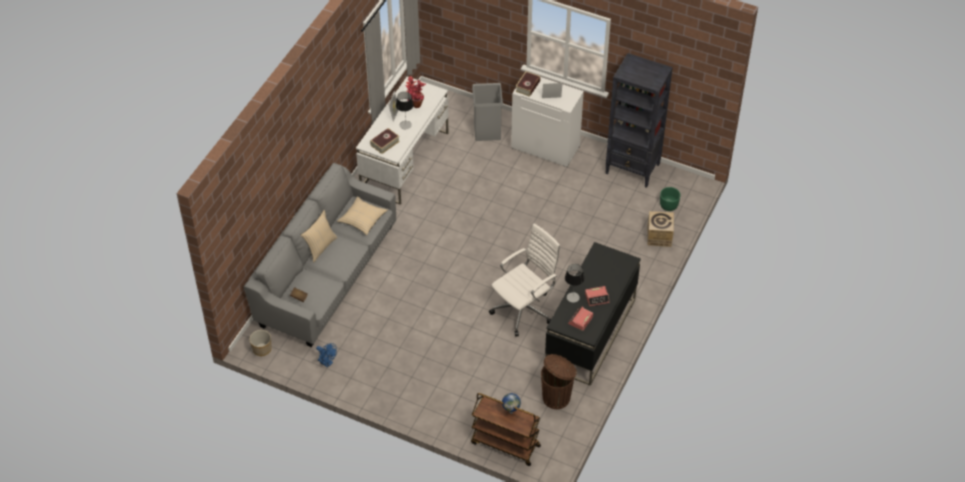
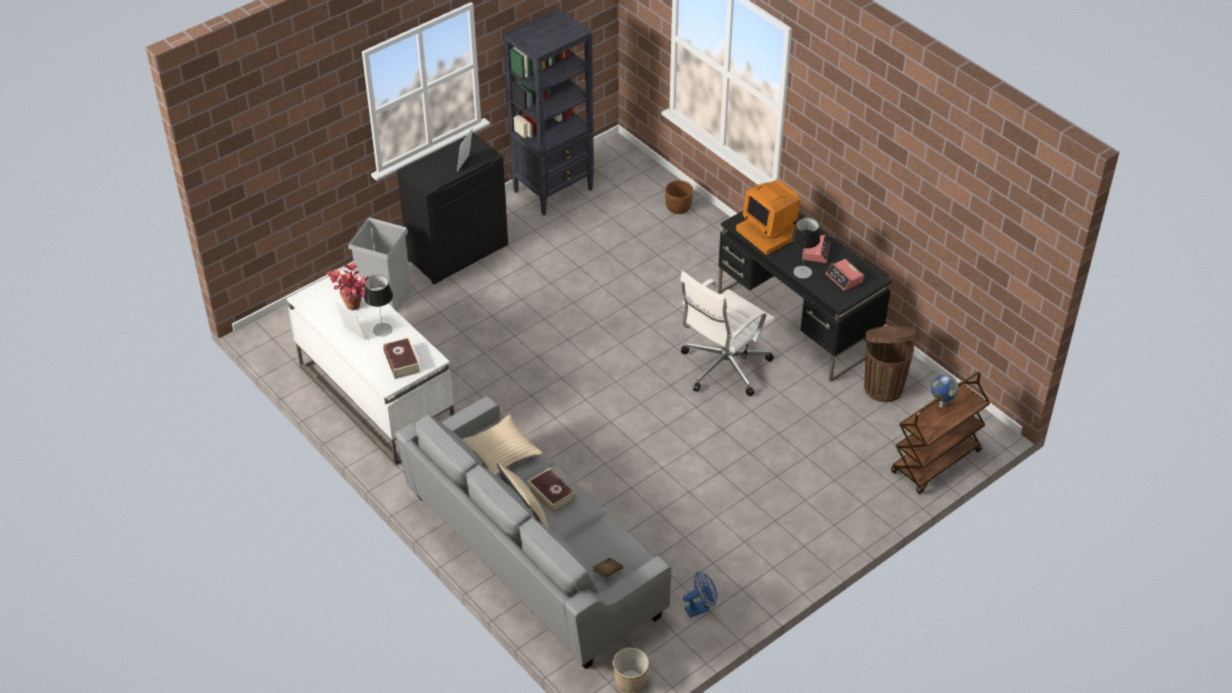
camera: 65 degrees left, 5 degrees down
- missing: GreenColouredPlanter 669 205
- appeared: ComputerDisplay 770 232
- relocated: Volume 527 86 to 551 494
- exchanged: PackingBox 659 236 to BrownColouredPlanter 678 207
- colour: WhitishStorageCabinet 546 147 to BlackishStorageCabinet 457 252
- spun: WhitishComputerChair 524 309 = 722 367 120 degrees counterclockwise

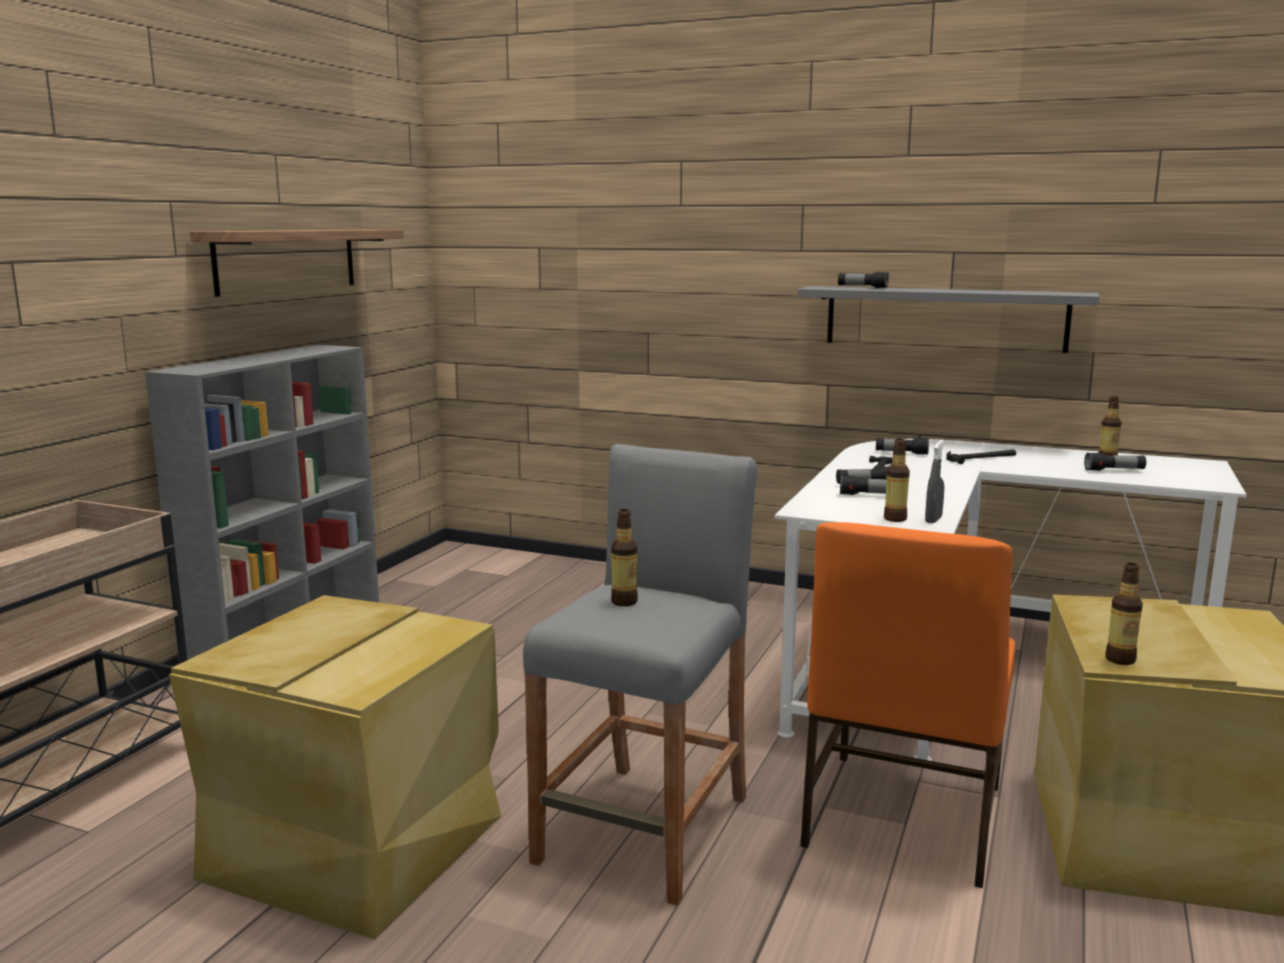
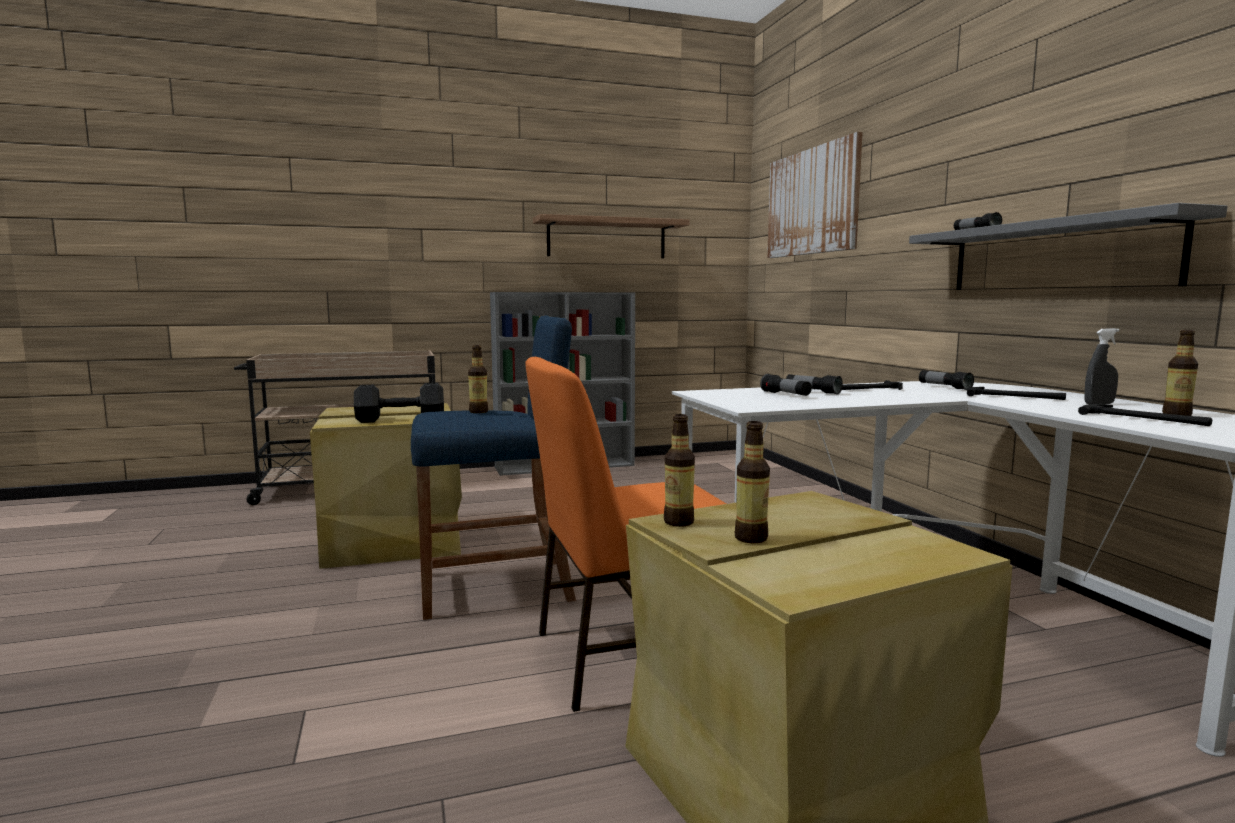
camera: 50 degrees right, 5 degrees down
- appeared: BlackishFreeWeight 402 419
- appeared: WallPicture 812 202
- relocated: Bottle 895 519 to 751 538
- relocated: GreySprayBottle 933 520 to 1099 404
- exchanged: Torch 1114 470 to Hammer 1144 419
- colour: GreyStoolSeat 646 829 to BlueColouredStoolSeat 495 588

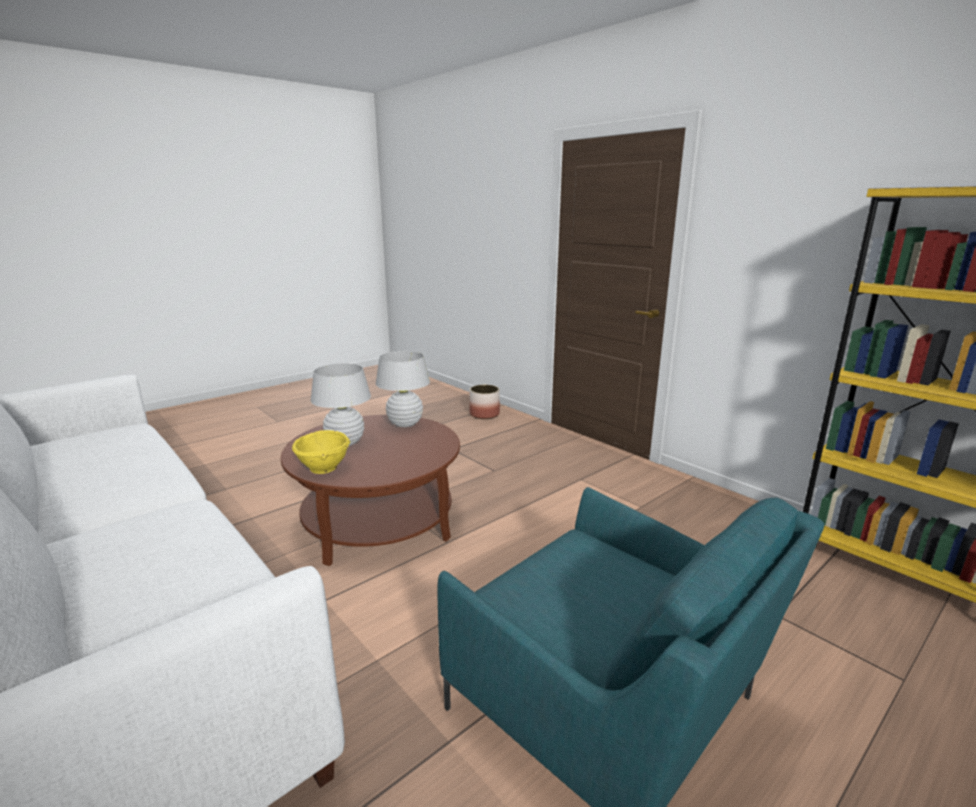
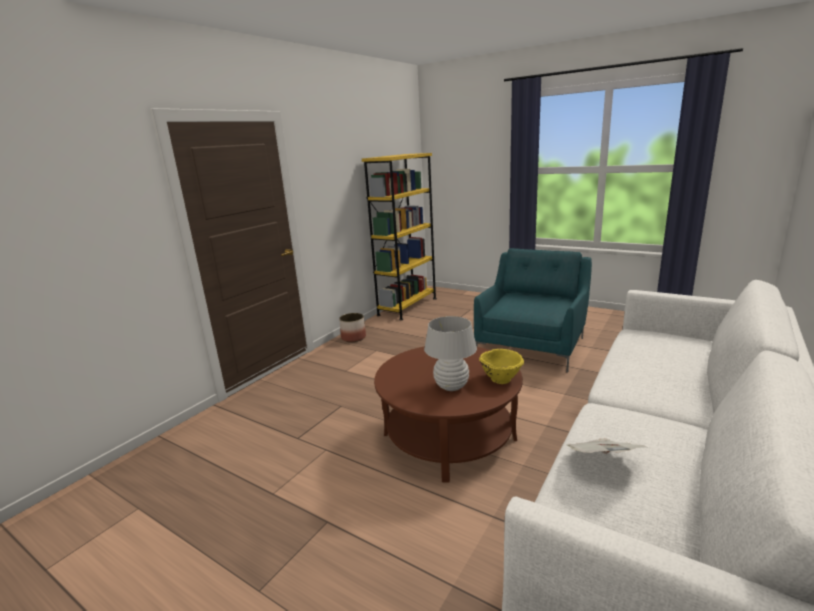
camera: 105 degrees left, 0 degrees up
- missing: WhitishTabletopLamp 405 424
- appeared: PrintedPaper 602 462
- relocated: Planter 484 414 to 354 337

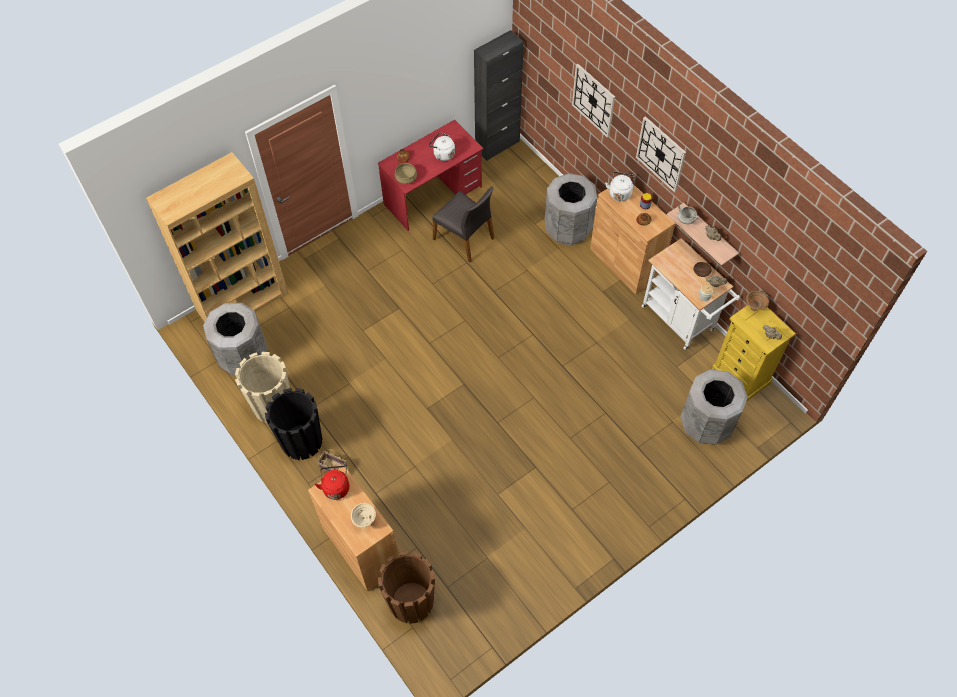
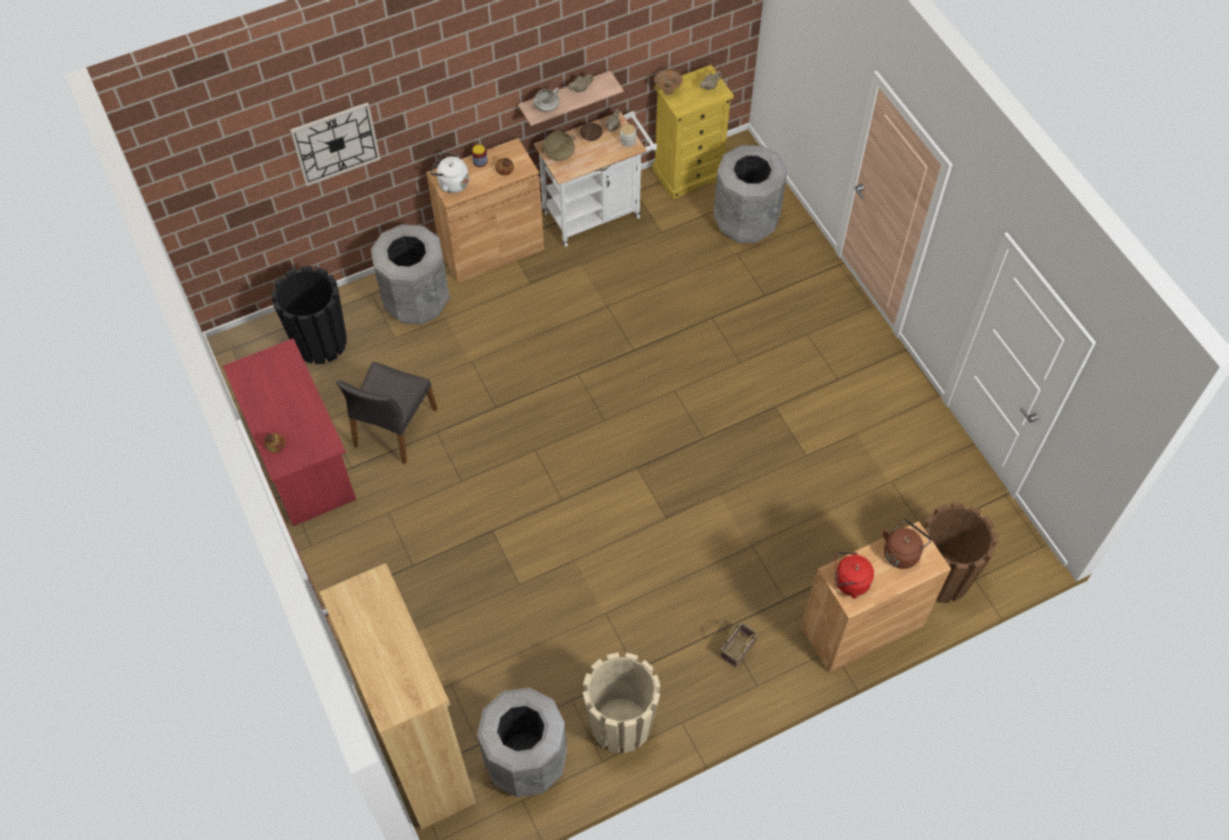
camera: 80 degrees left, 0 degrees up
- missing: WhitishTeaKettle 442 154
- missing: BlackishStorageCabinet 497 145
- missing: WallClock 661 154
- relocated: BlackishPlanter 302 441 to 320 342
- relocated: SandColouredCookingPot 406 178 to 559 153
- exchanged: SandColouredDeepDish 365 521 to BrownColouredTeaKettle 902 552
- spun: GreyChair 464 238 = 393 428 150 degrees clockwise

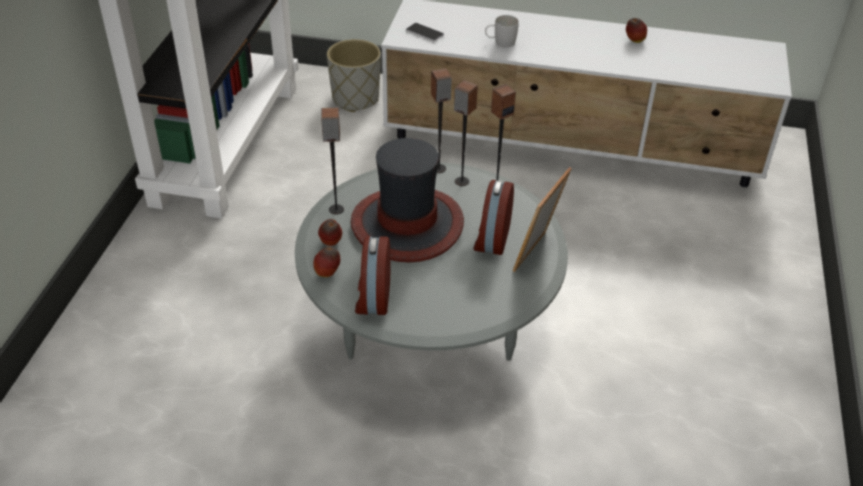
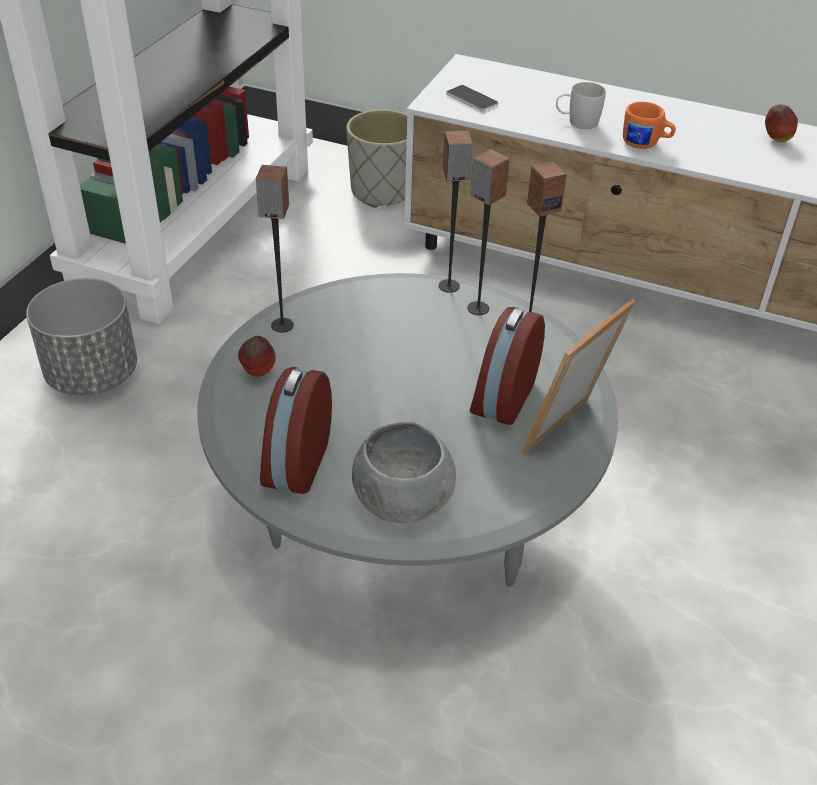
camera: 10 degrees right, 0 degrees up
- missing: Apple 328 273
- missing: WearableHat 407 224
- appeared: GreyPlanter 93 375
- appeared: GreyDeepDish 401 502
- appeared: OrangeColouredTeaMug 645 144

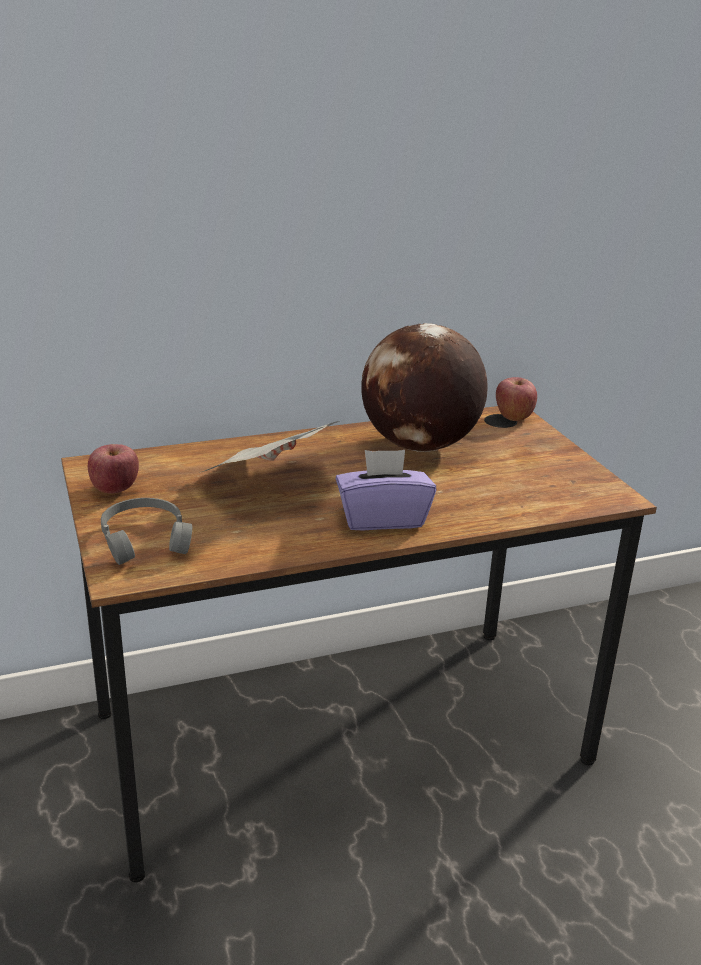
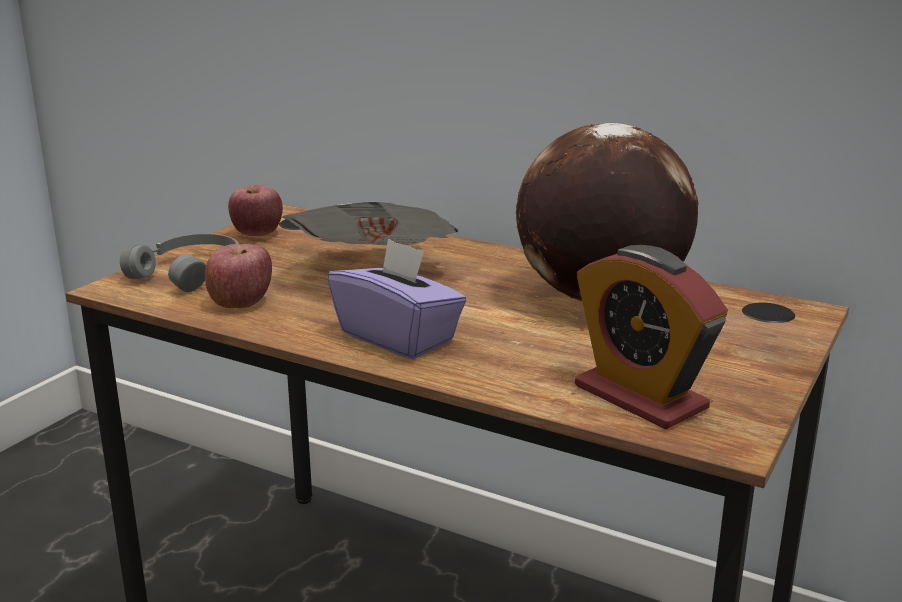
camera: 50 degrees right, 5 degrees down
- appeared: BedsideClock 640 397
- relocated: Apple 514 416 to 240 303

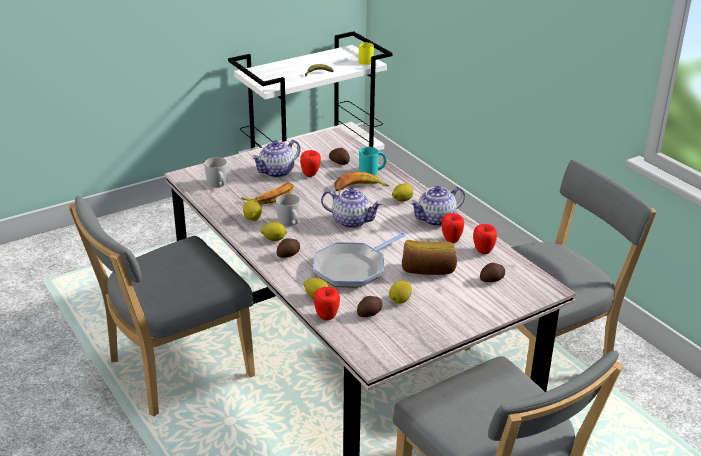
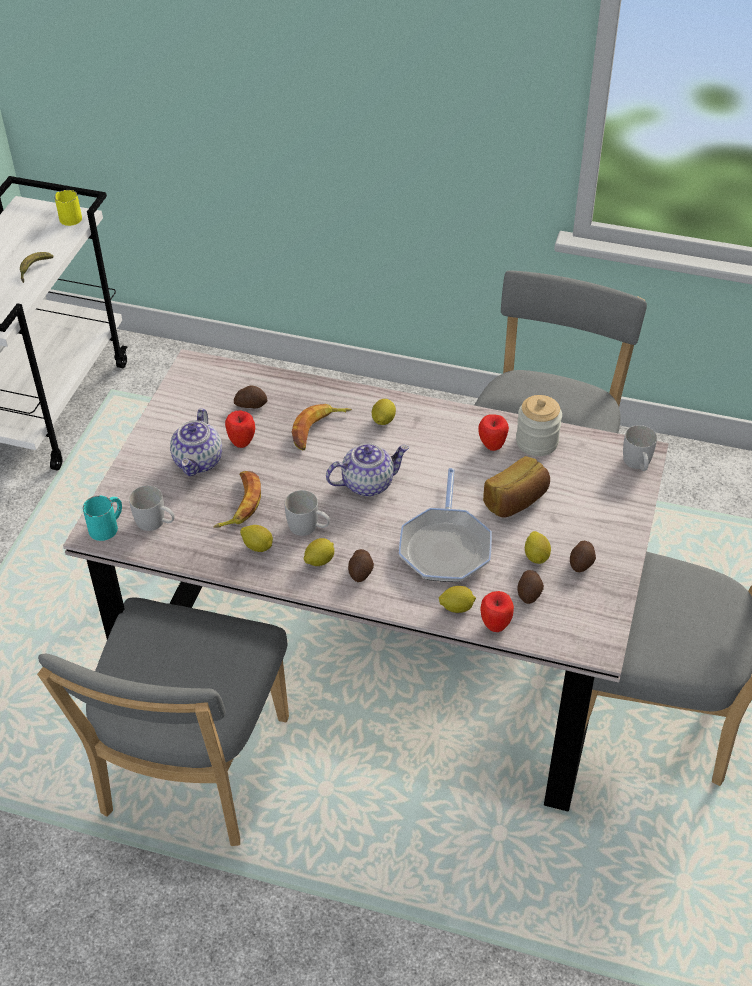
camera: 40 degrees left, 15 degrees up
- missing: Teapot 436 220
- appeared: WhitishTeaMug 638 464
- relocated: TurquoiseTeaMug 372 171 to 108 526
- relocated: WholePotato 492 280 to 582 562
- exchanged: Apple 483 251 to PreserveJar 537 442

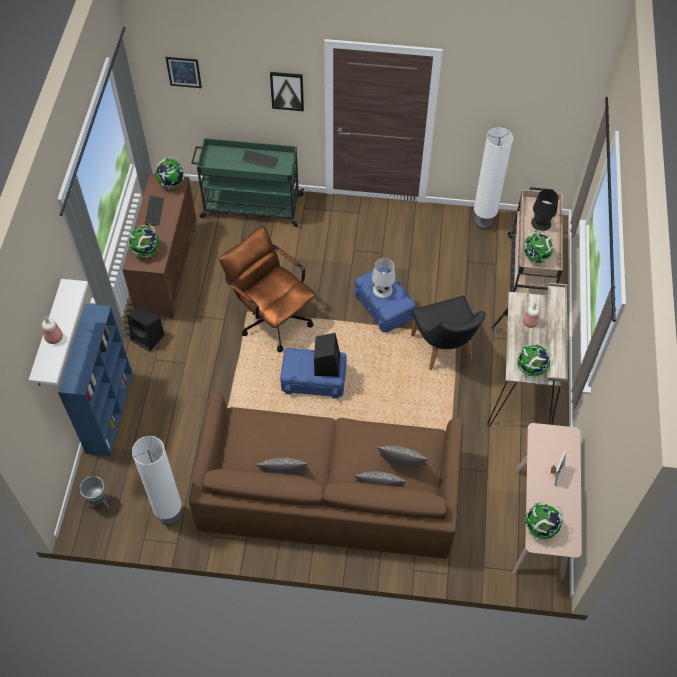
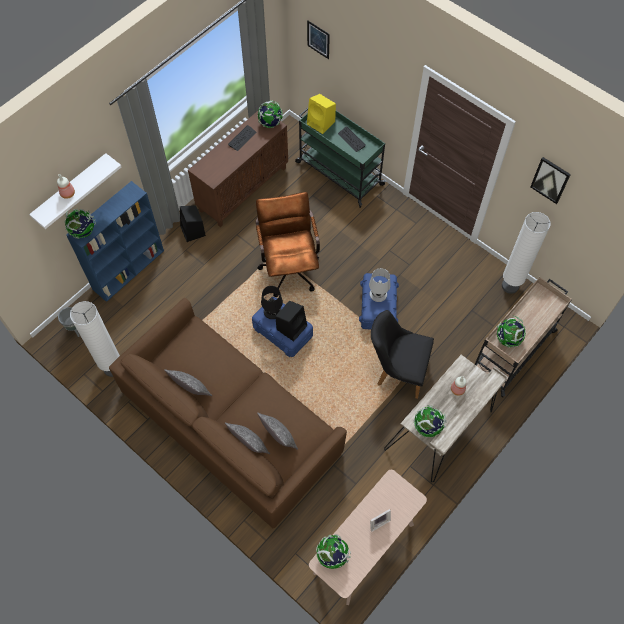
camera: 35 degrees right, 5 degrees up
- appeared: YellowColouredLoudspeaker 321 123
- relocated: Globe 146 251 to 83 231
- relocated: WallPicture 287 90 to 550 180
- relocated: BlackishTabletopLamp 541 223 to 272 311
- spun: BlackishChair 444 351 = 397 370 90 degrees clockwise

